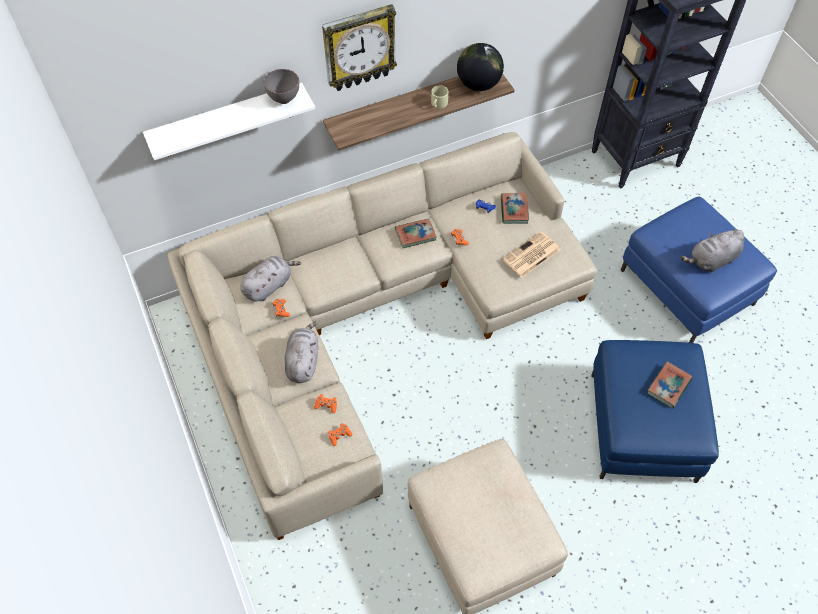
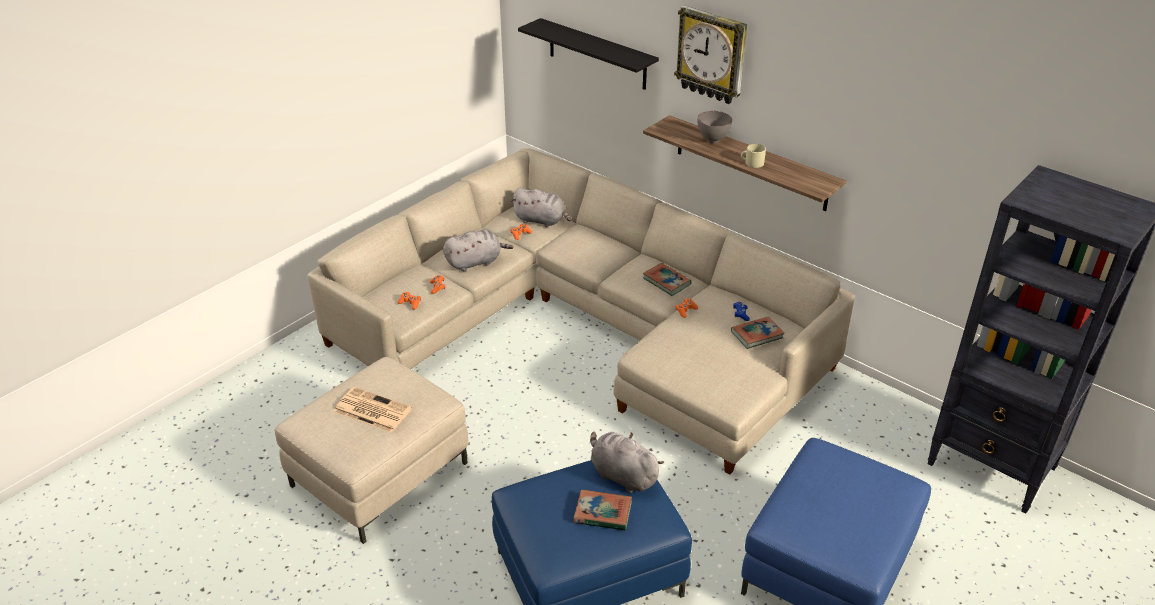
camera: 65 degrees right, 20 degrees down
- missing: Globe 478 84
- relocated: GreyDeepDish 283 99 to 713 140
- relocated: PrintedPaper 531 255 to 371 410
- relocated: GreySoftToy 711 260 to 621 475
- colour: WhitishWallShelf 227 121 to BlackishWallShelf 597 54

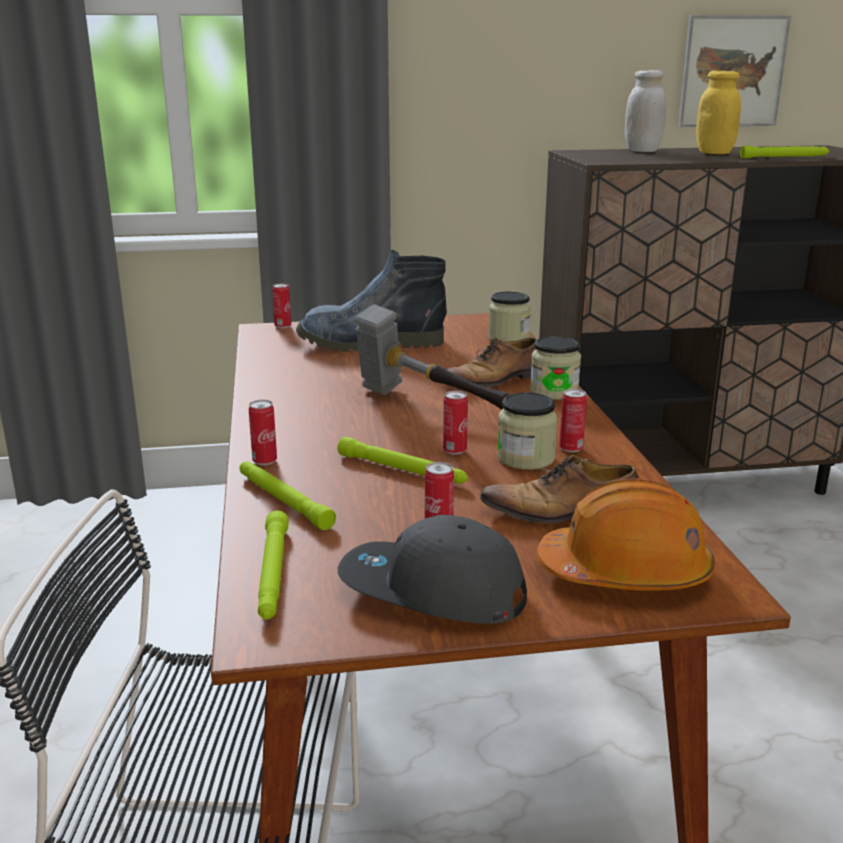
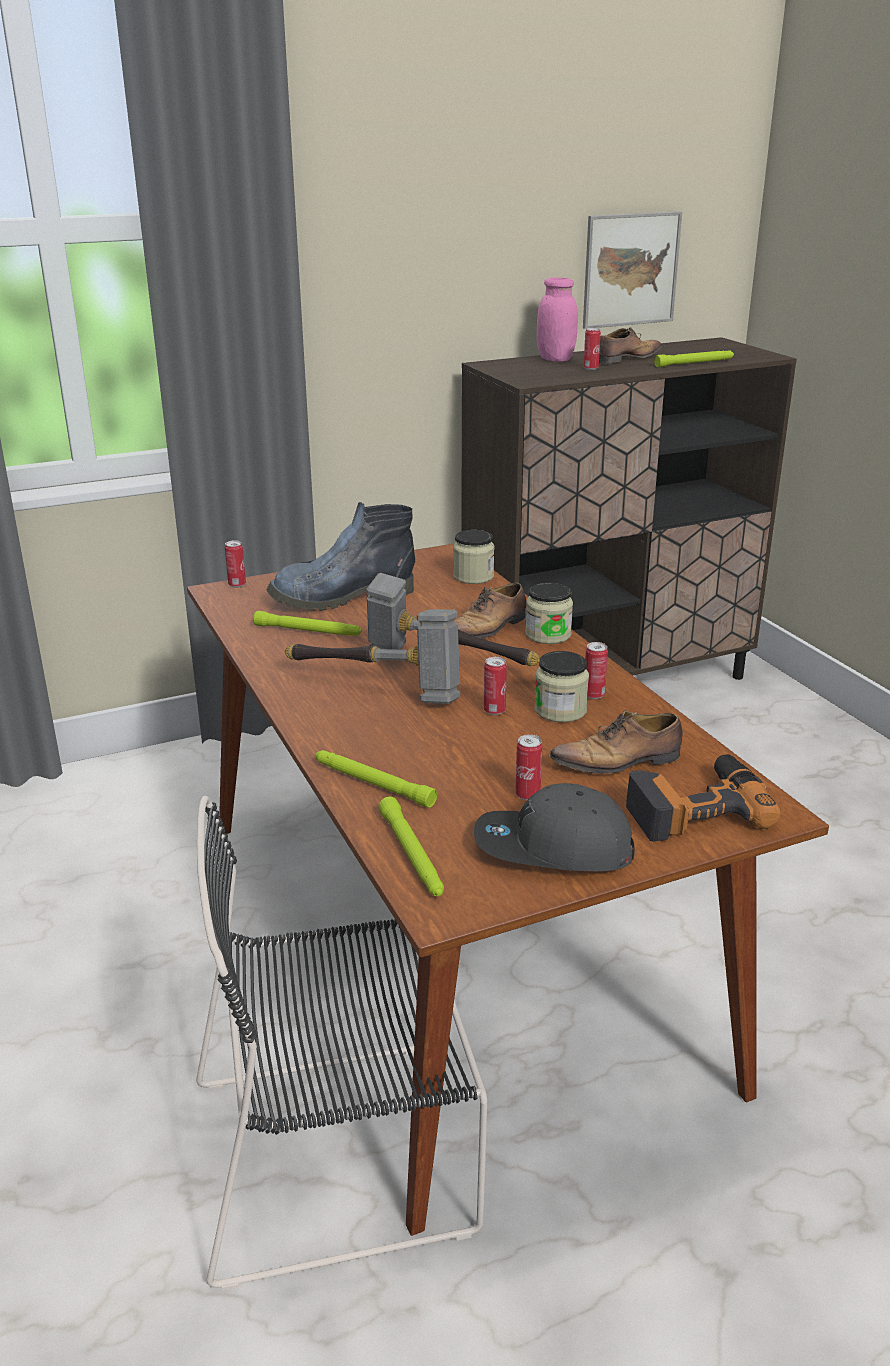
camera: 15 degrees left, 5 degrees up
- appeared: Hammer 378 689
- relocated: MetalCan 264 461 to 590 368
- relocated: GreenColouredTorch 402 470 to 308 631
- exchanged: OrangeColouredSafetyHelmet 626 572 to PowerDrill 694 807
- exchanged: YellowColouredPreserveJar 714 153 to ItemOfFootwear 626 359
- colour: WhitishPreserveJar 642 151 to PinkishPreserveJar 555 359

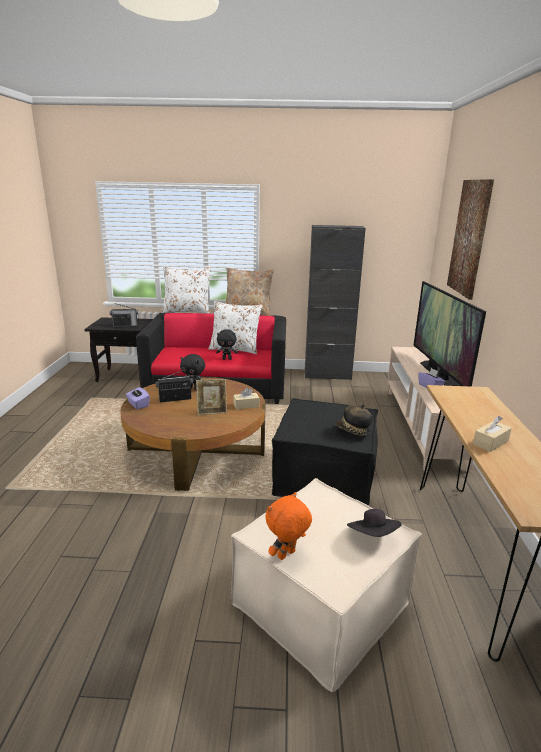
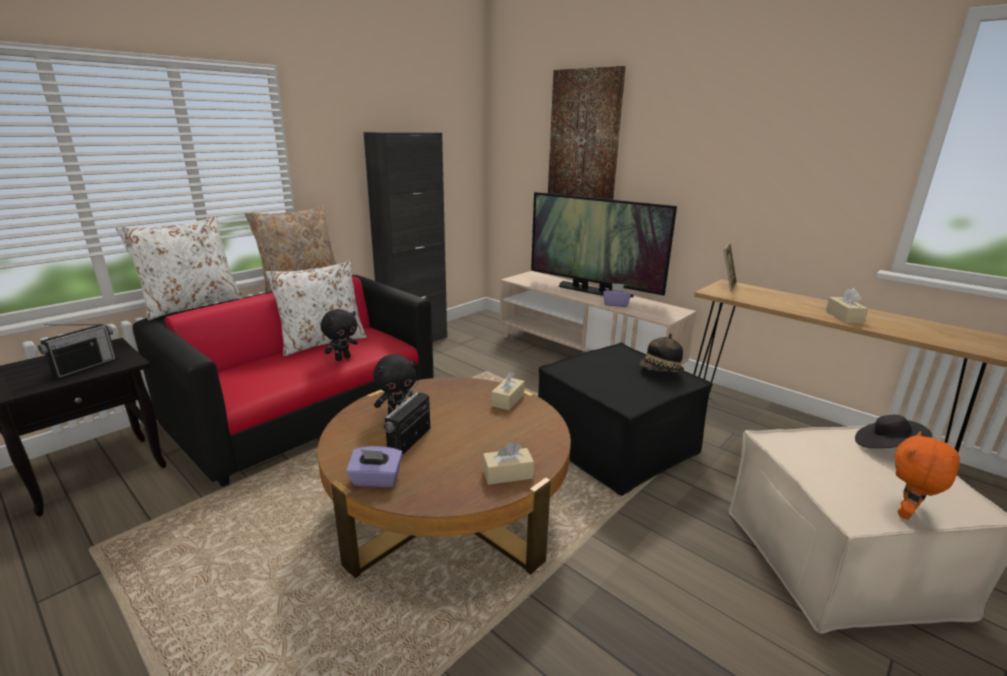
camera: 50 degrees left, 0 degrees up
- appeared: SandColouredBoxOfTissues 507 474
- relocated: StandingFrame 212 411 to 727 286
- spun: OrangeColouredSoftToy 287 555 = 907 514 45 degrees clockwise

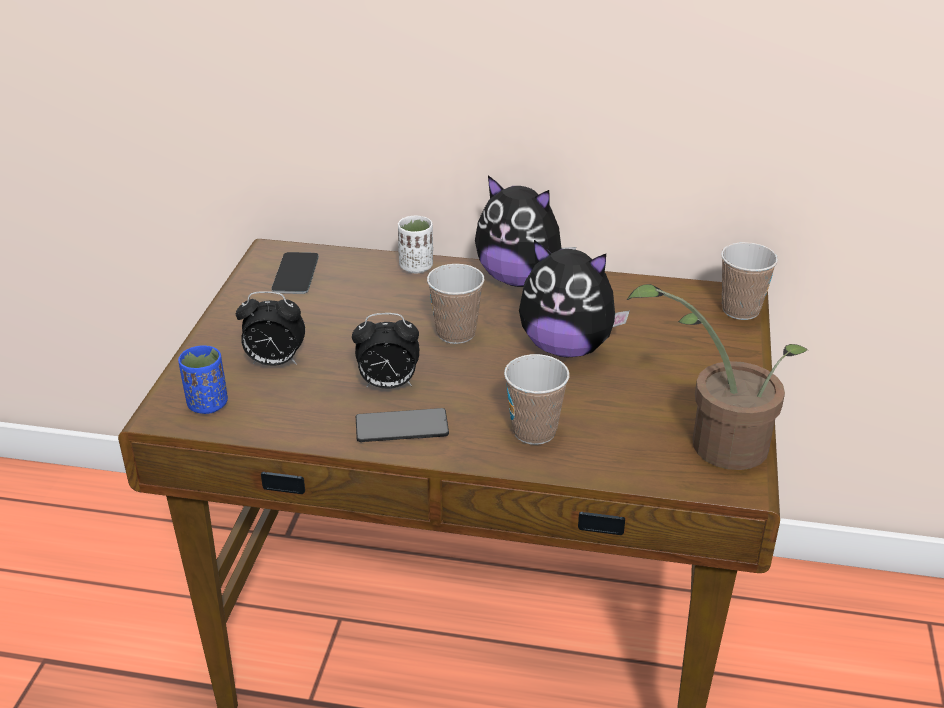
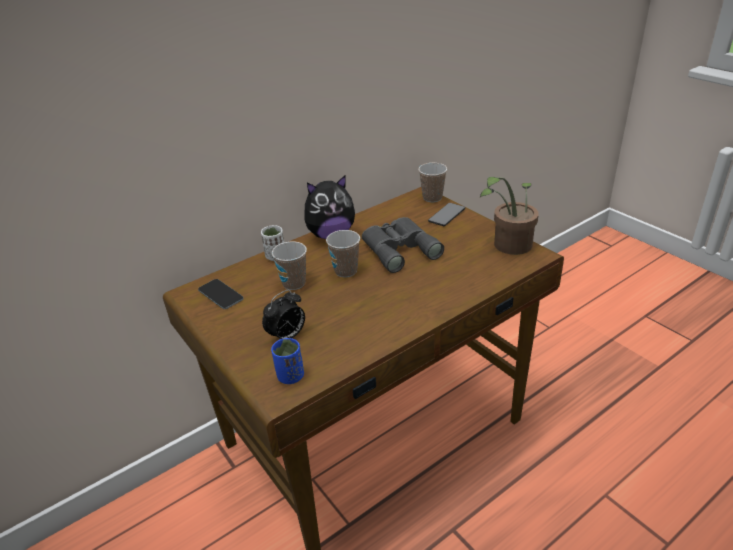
camera: 45 degrees left, 0 degrees up
- missing: BedsideClock 388 385
- relocated: Phone 402 427 to 446 215
- relocated: DrinkingCup 534 431 to 294 283
- exchanged: SoftToy 566 347 to GreyBinoculars 399 248

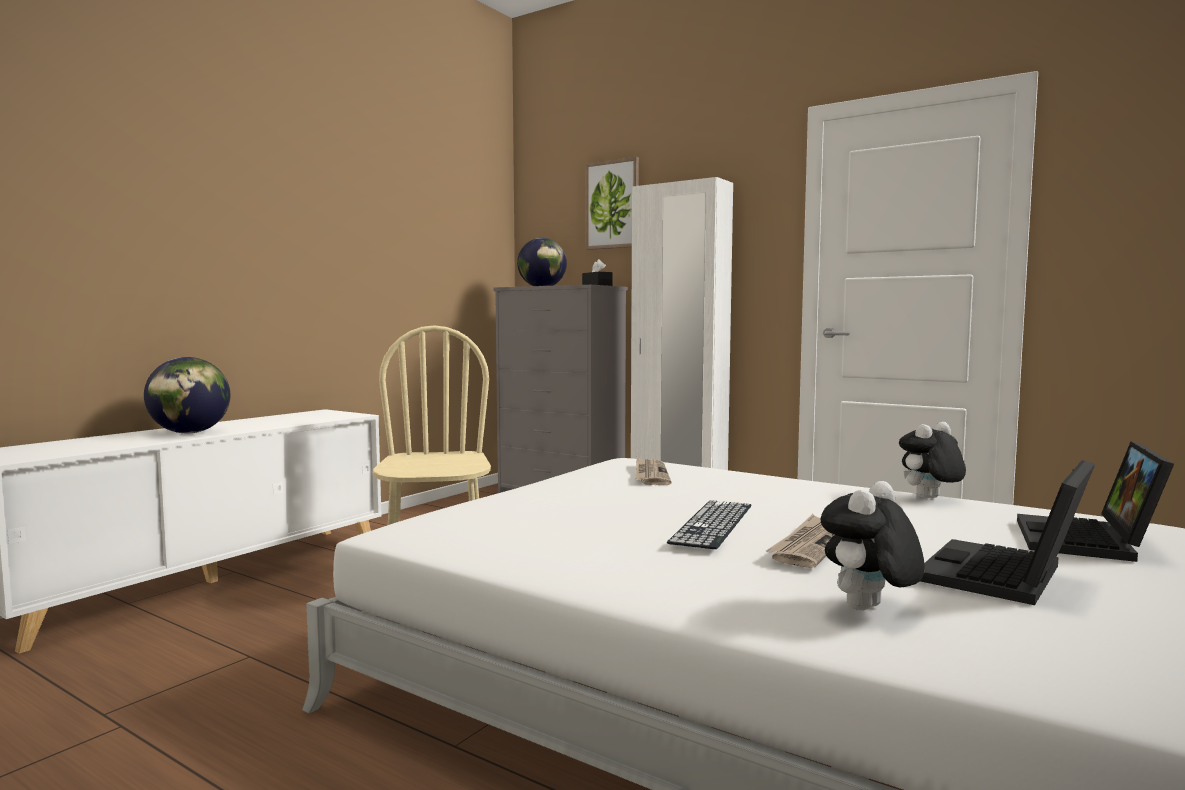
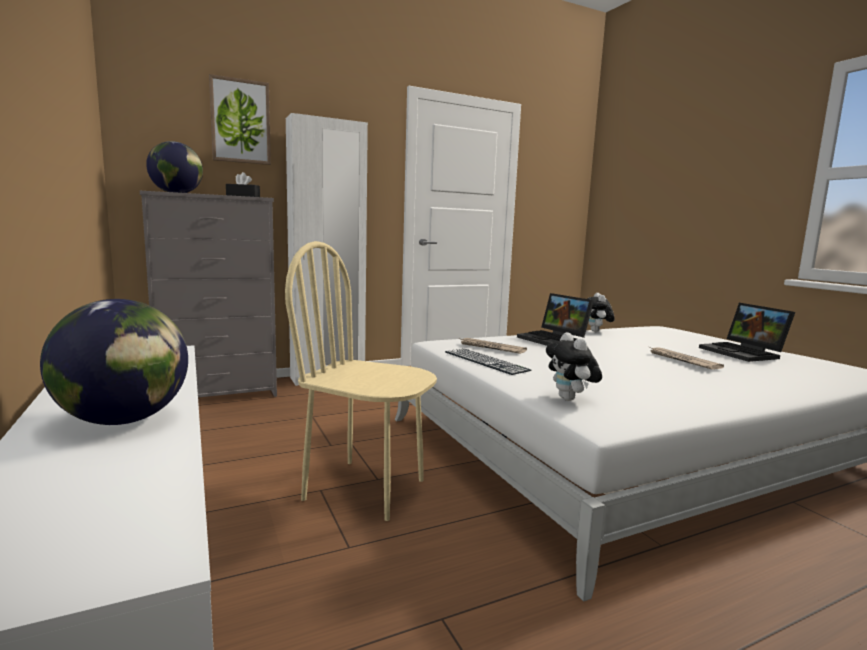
camera: 60 degrees left, 5 degrees up
- relocated: ComputerKeyboard 713 523 to 485 361
- relocated: SoftToy 868 610 to 570 399
- relocated: PortableComputer 1089 542 to 555 340

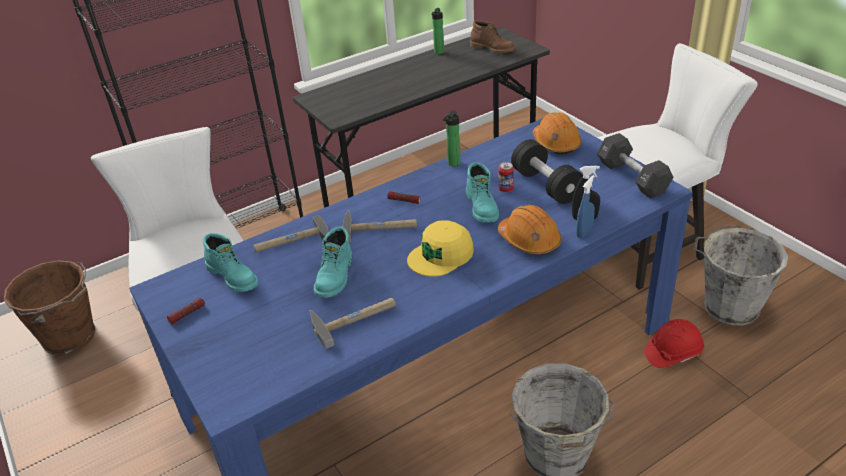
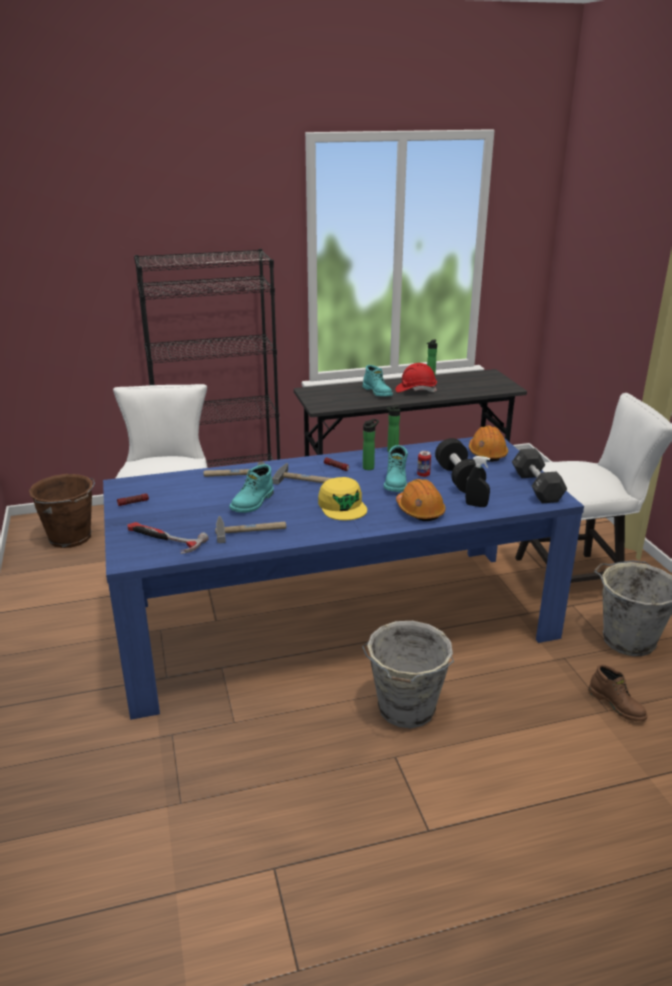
camera: 15 degrees right, 10 degrees down
- missing: BlueColouredSprayBottle 584 232
- appeared: Hammer 163 540
- appeared: Bottle 369 467
- relocated: TurquoiseHighTopBoot 233 277 to 378 392
- relocated: BrownColouredHighTopBoot 493 49 to 617 705
- relocated: RedColouredSafetyHelmet 673 353 to 415 390
- spun: YellowColouredPeakedCap 441 255 = 342 506 90 degrees counterclockwise

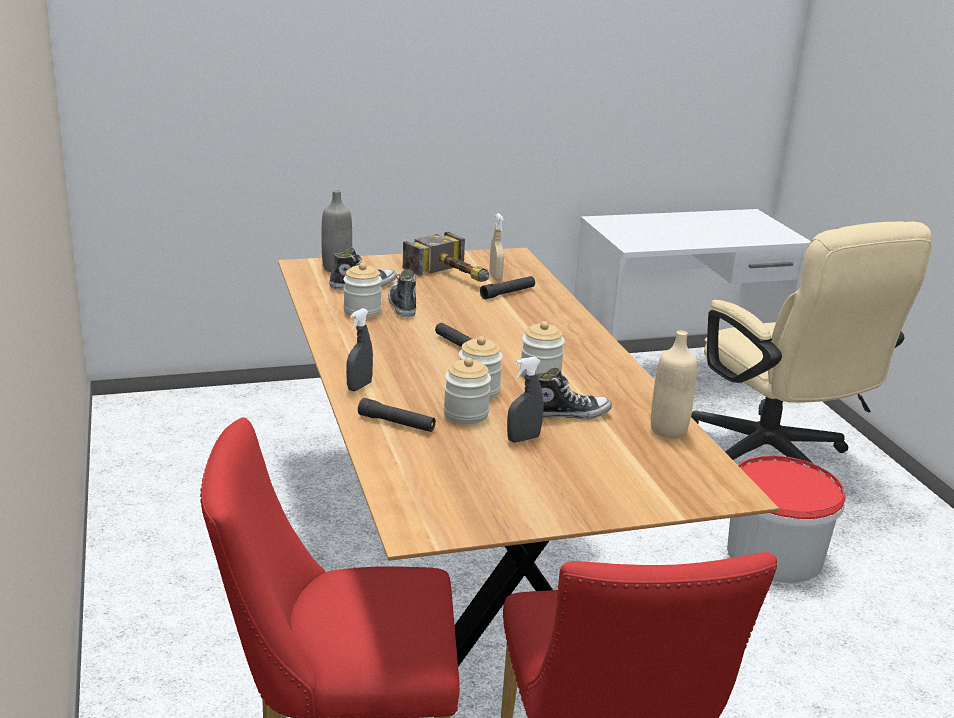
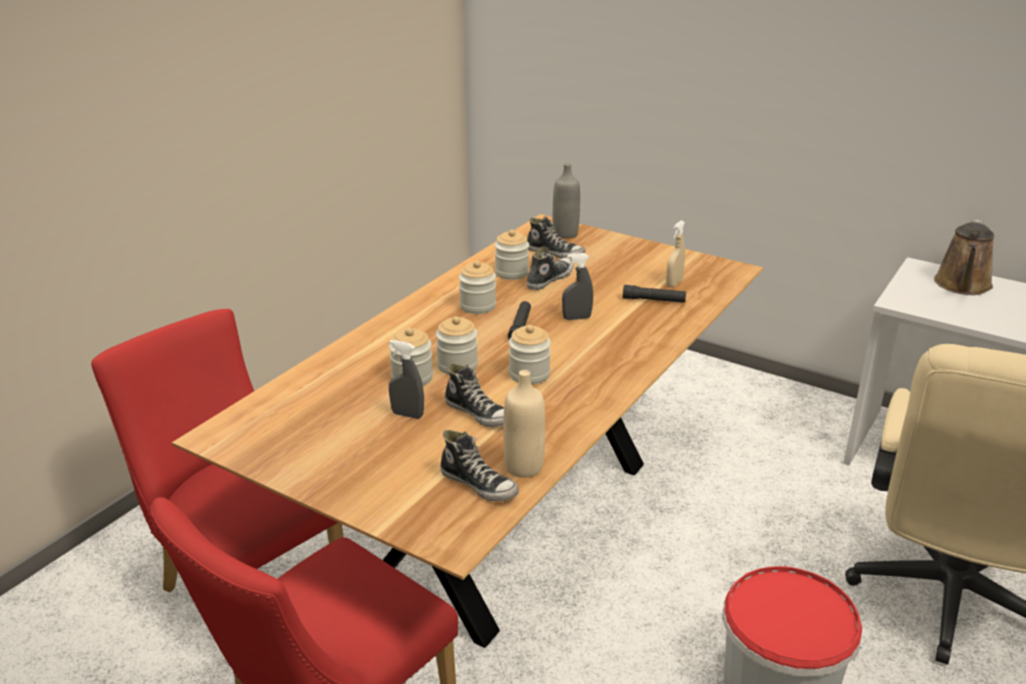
camera: 50 degrees right, 5 degrees up
- missing: BlackishTorch 396 423
- missing: Hammer 455 276
- appeared: ItemOfFootwear 479 485
- appeared: PreserveJar 477 306
- appeared: BrownColouredWateringCan 962 286
- relocated: GreySprayBottle 359 386 to 576 318

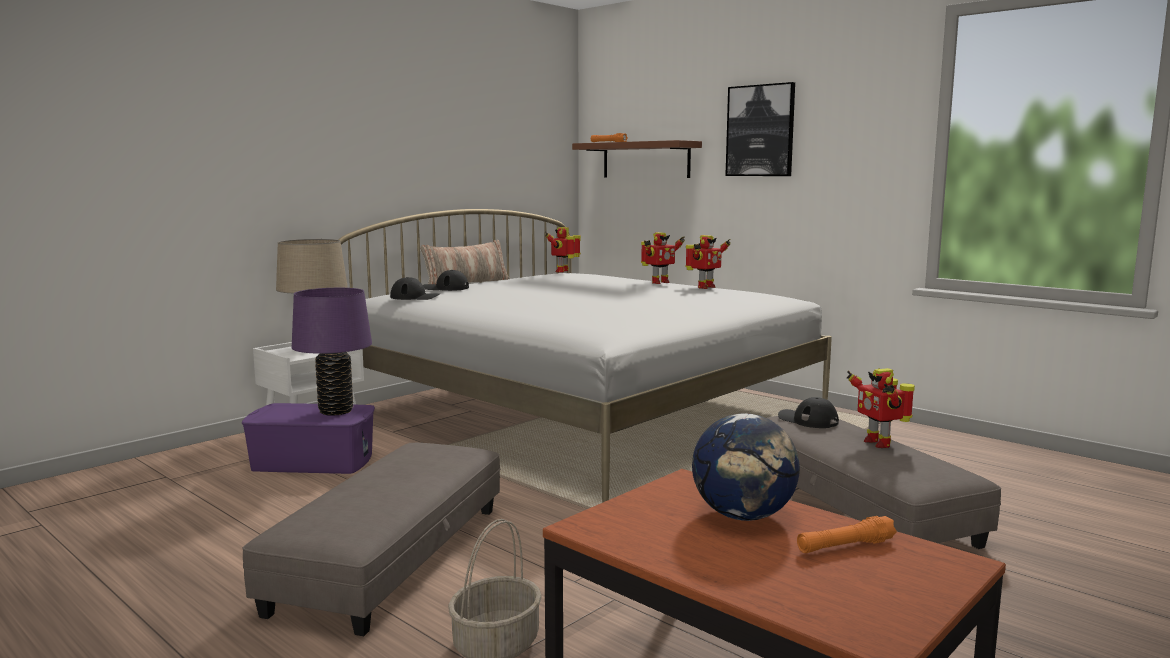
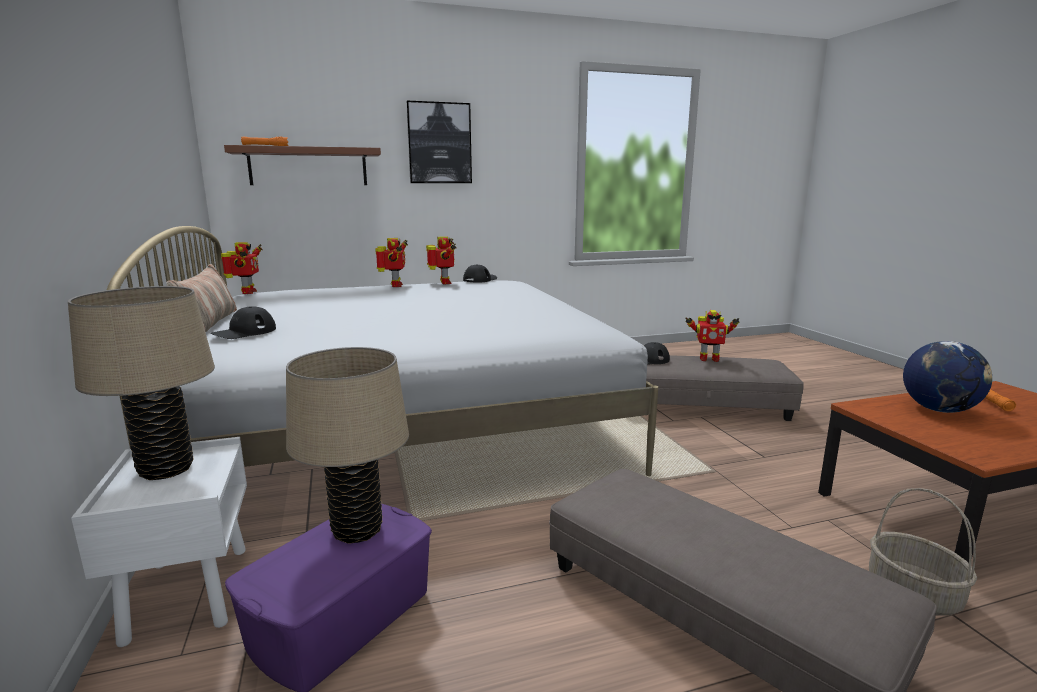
camera: 60 degrees left, 5 degrees up
- relocated: BlackishPeakedCap 415 297 to 480 279
- colour: PurplishTabletopLamp 336 411 to SandColouredTabletopLamp 357 530
- spun: RobotFigure 563 271 = 247 292 150 degrees counterclockwise

